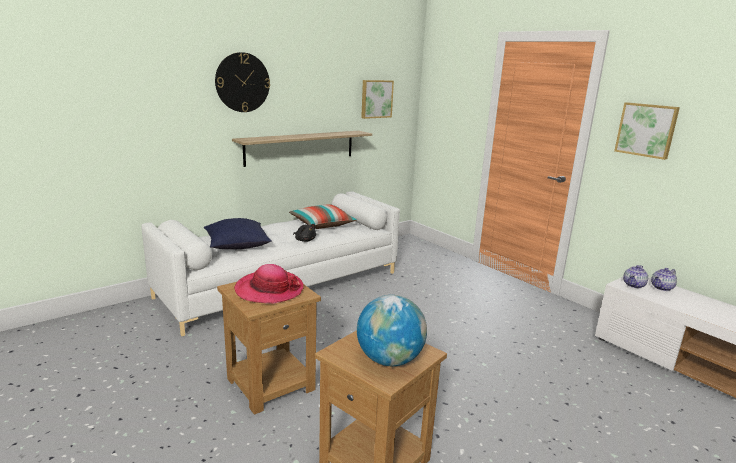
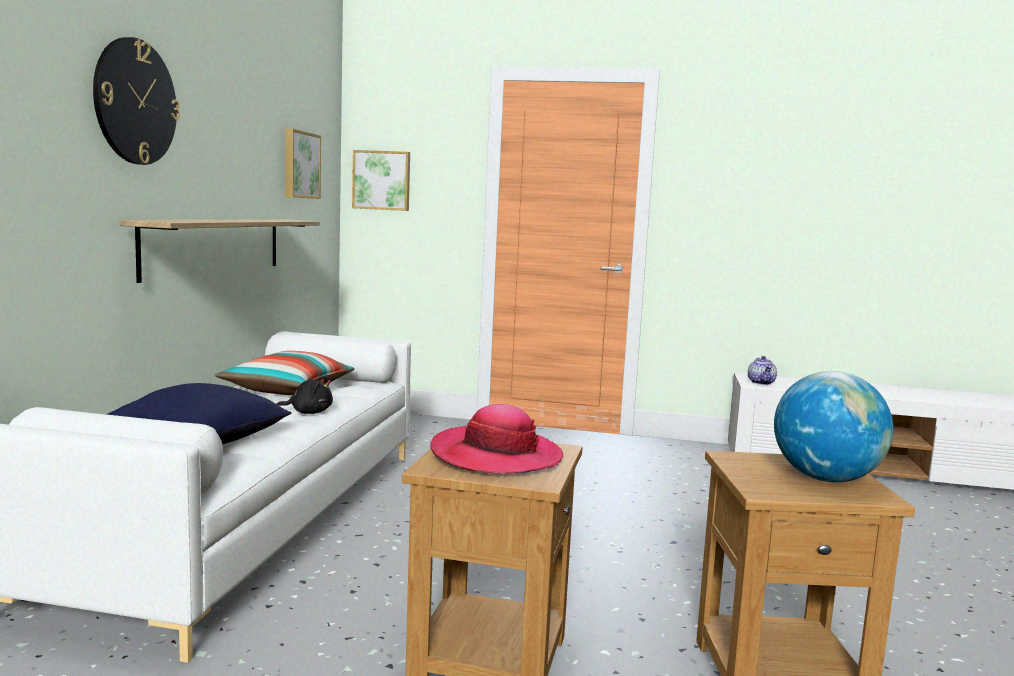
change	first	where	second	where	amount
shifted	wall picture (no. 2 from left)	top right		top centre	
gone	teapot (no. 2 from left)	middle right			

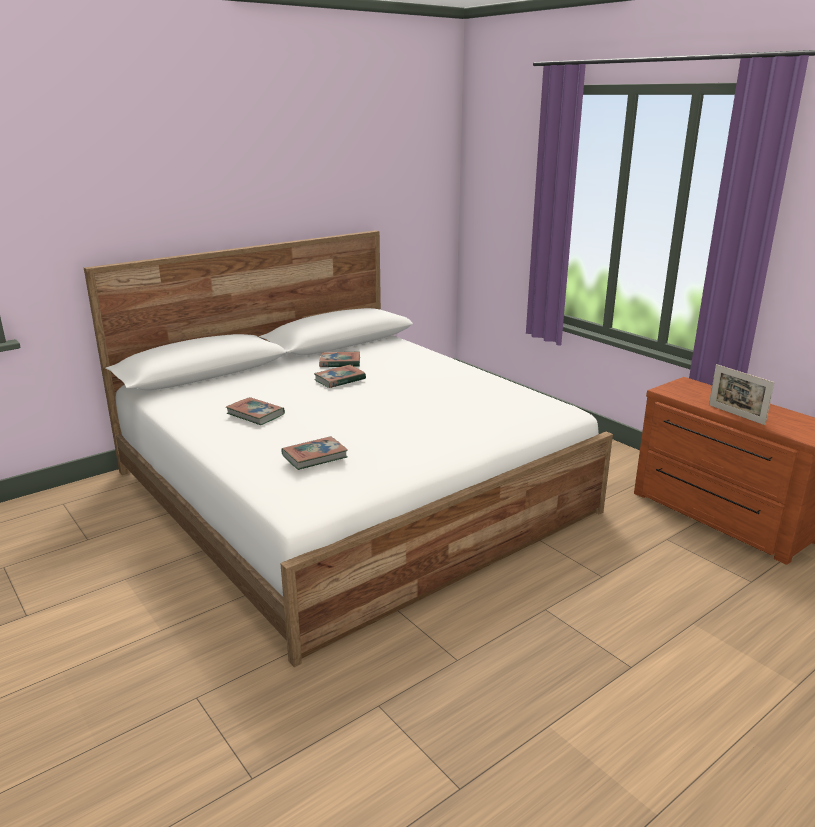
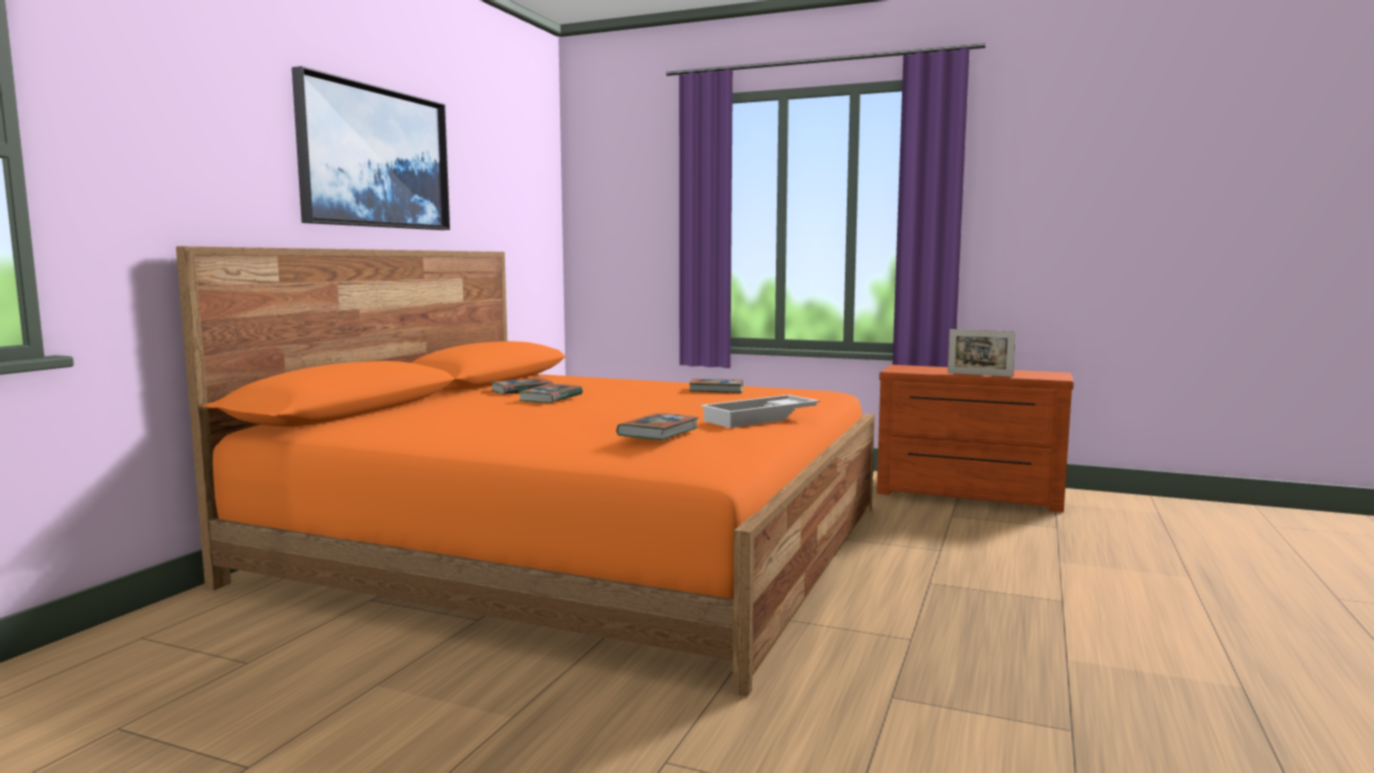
change	first	where	second	where	amount
repainted	whitish sleeping bed	centre	orange sleeping bed	centre	
shifted	bound book (no. 1 from left in the first image)	middle left	bound book (no. 4 from left)	centre	
new			wall picture	top left	
new			whitish tray	centre	

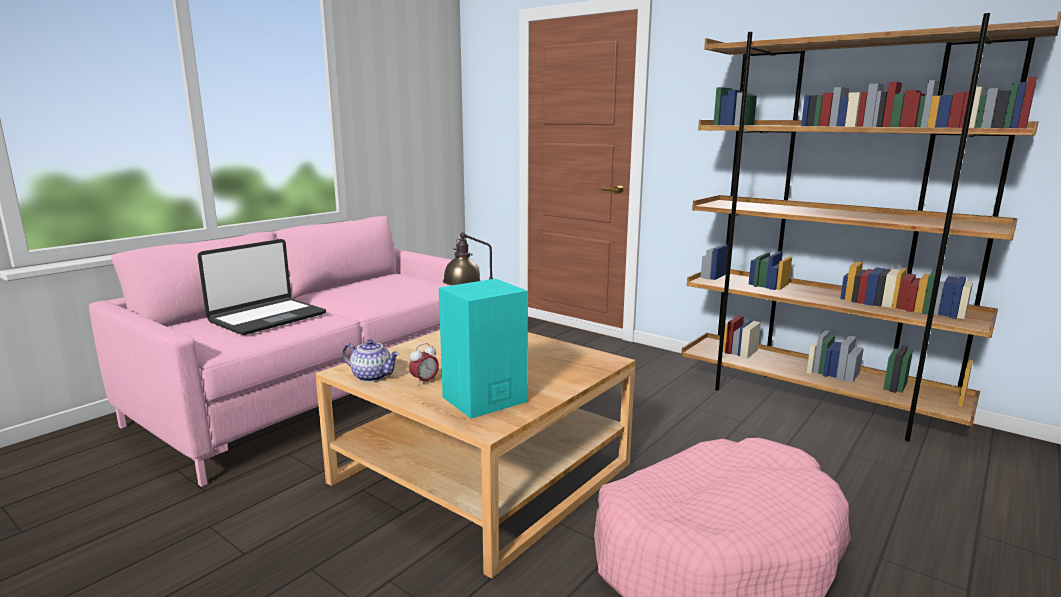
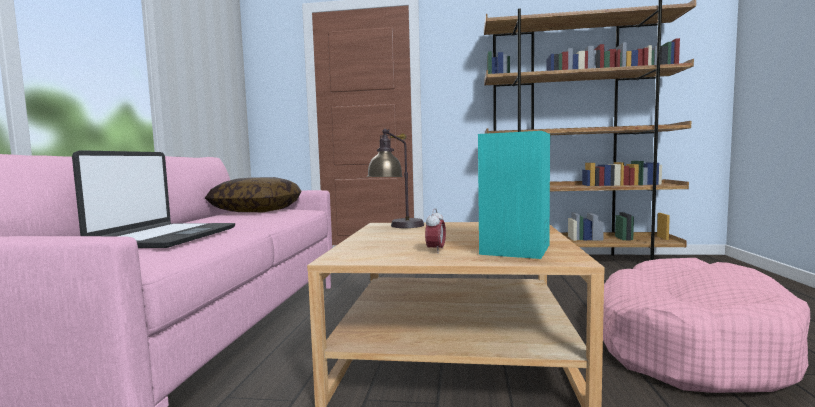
change	first	where	second	where	amount
gone	teapot	centre			
new			cushion	middle left	

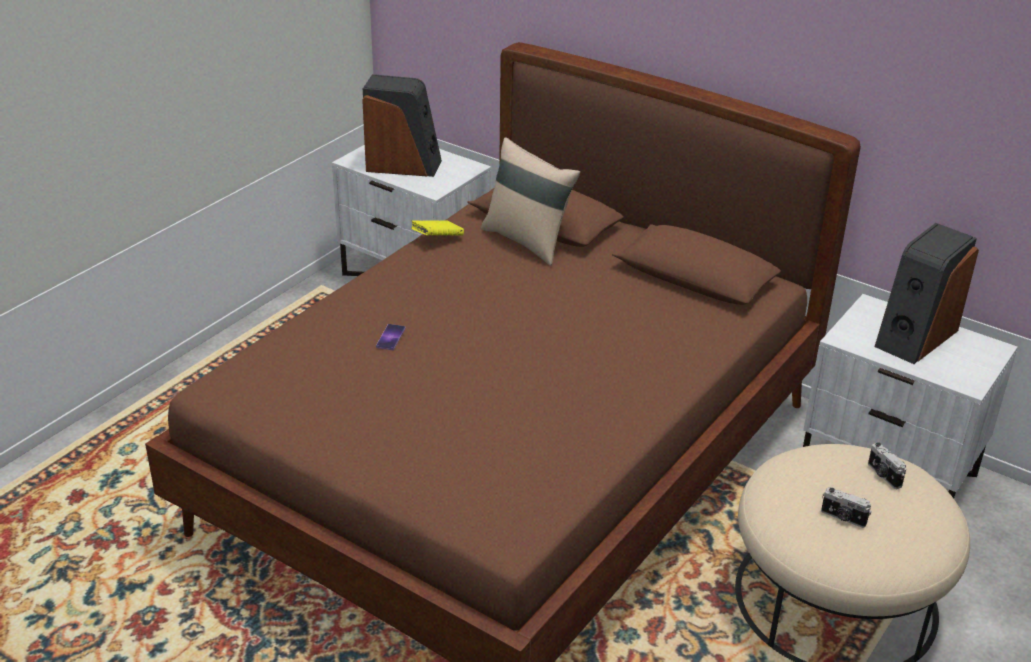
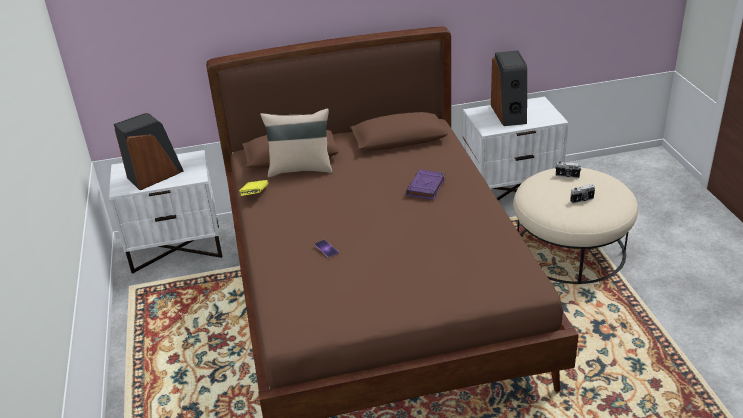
change	first	where	second	where	amount
new			purplish bound book	centre	

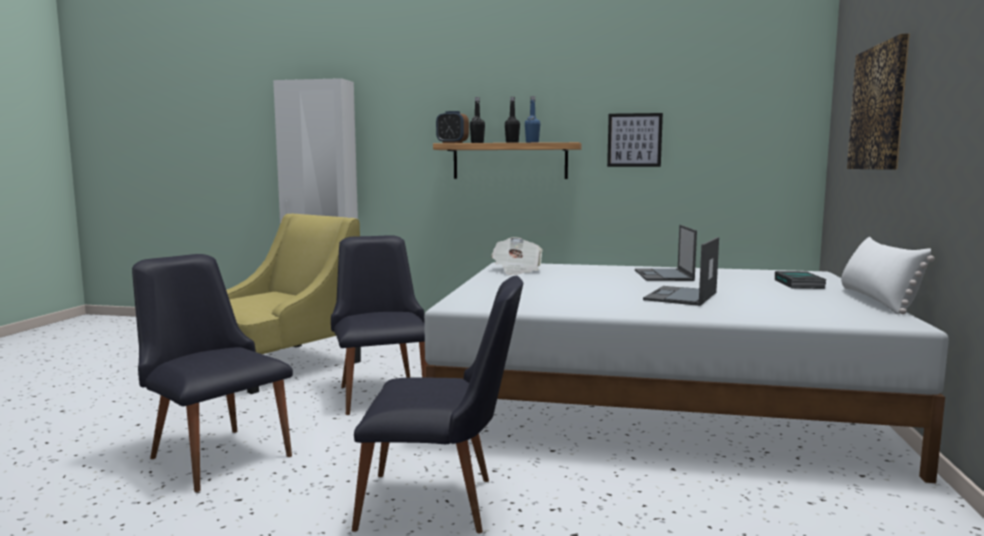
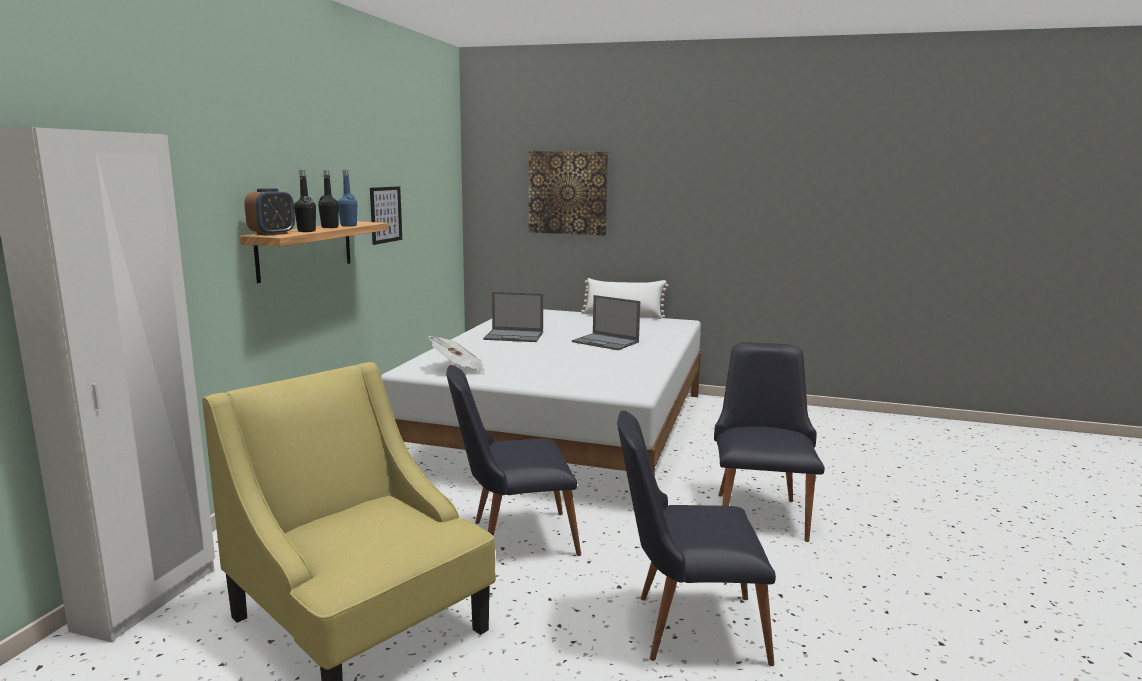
change	first	where	second	where	amount
rotated	black plain chair (no. 1 from left in the first image)	bottom left	black plain chair (no. 2 from left)	bottom centre	45 degrees clockwise
gone	bound book	middle right			

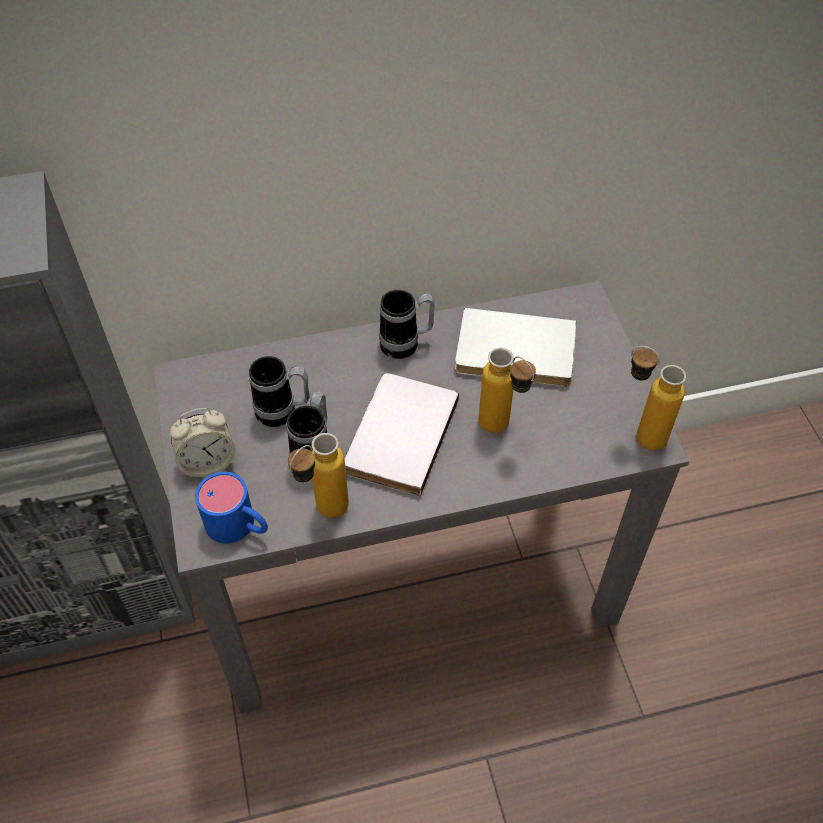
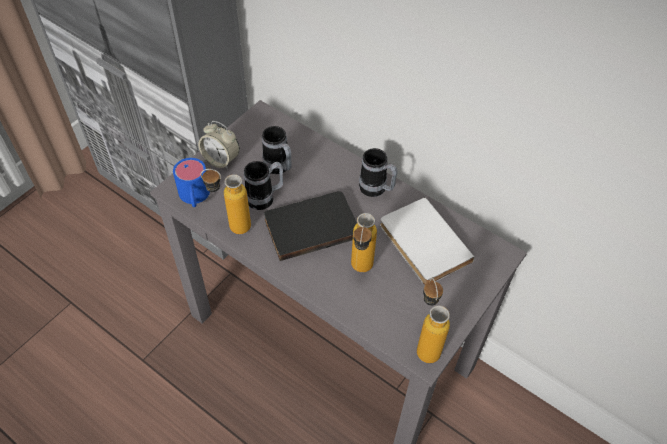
change	first	where	second	where	amount
repainted	whitish bound book (no. 1 from left)	centre	black bound book	centre	

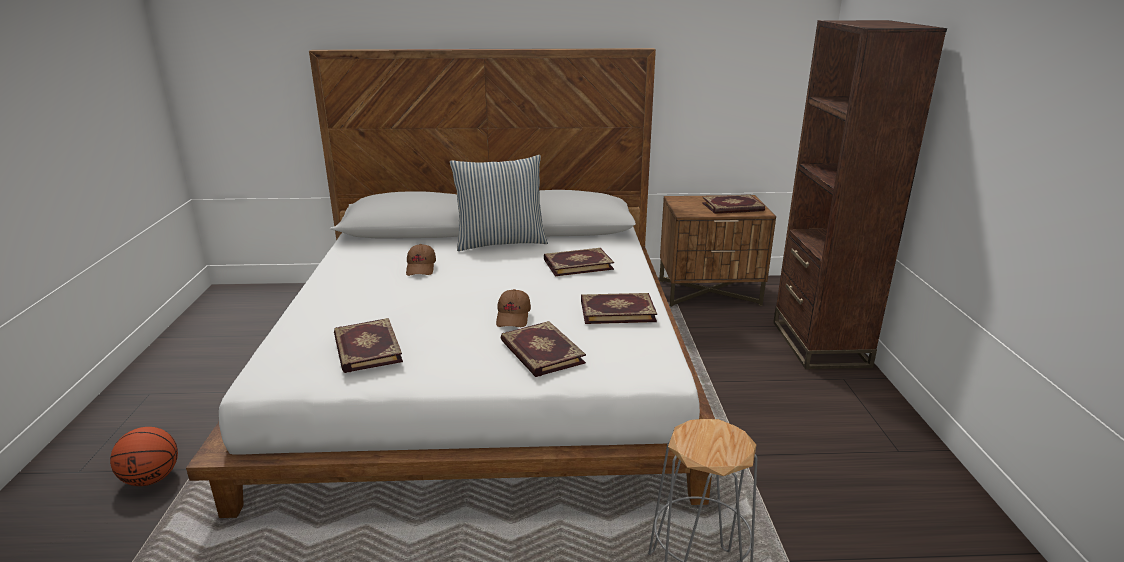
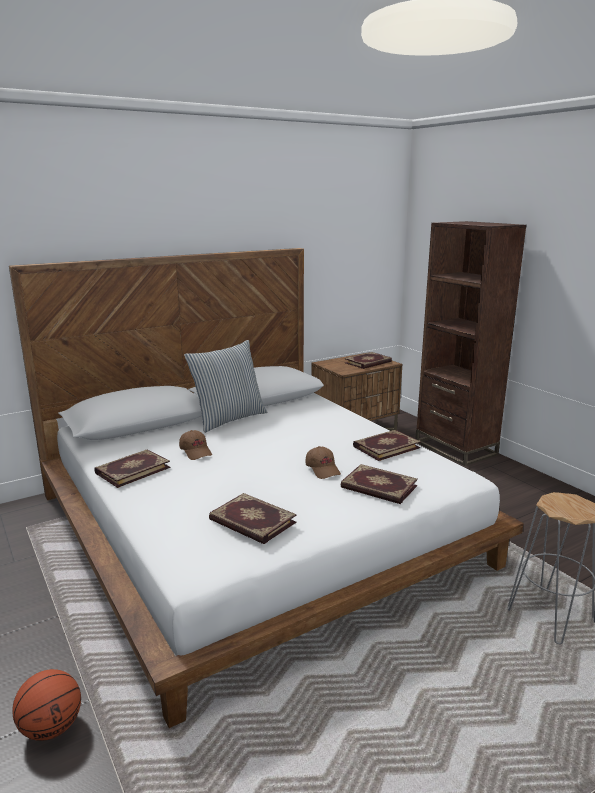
change	first	where	second	where	amount
shifted	bound book (no. 3 from left in the first image)	centre	bound book (no. 1 from left)	middle left	

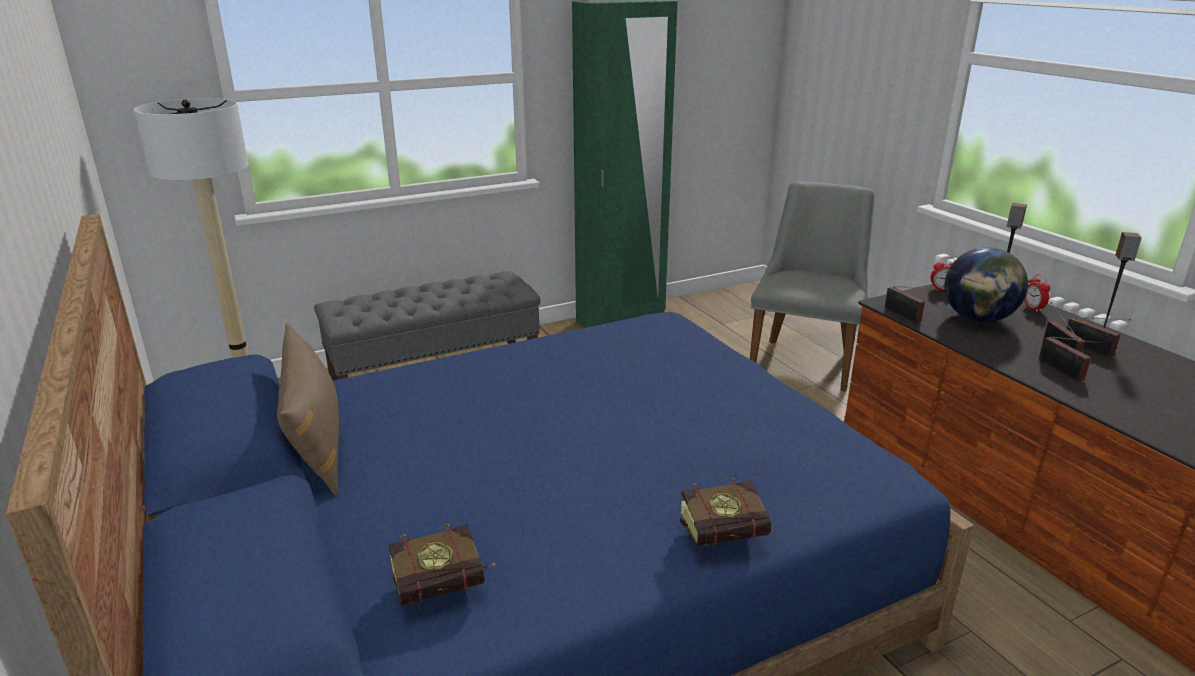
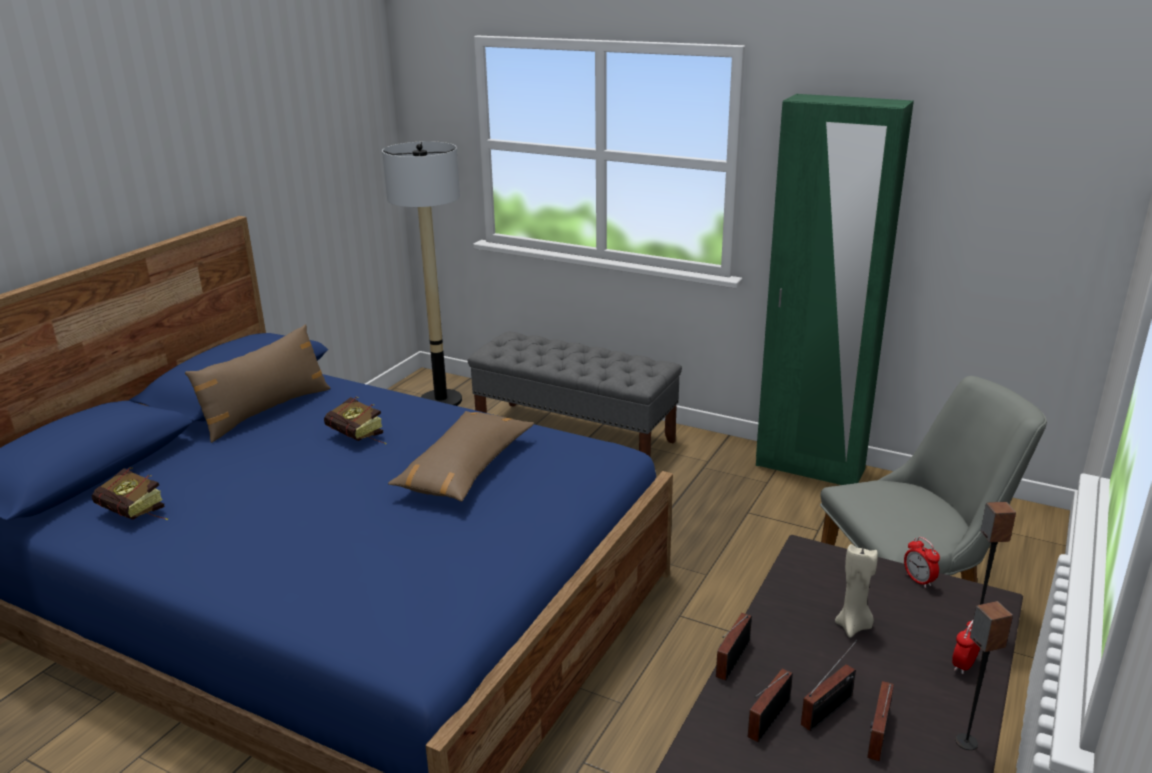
change	first	where	second	where	amount
swapped	globe	middle right	sand-coloured wax candle	bottom right	
shifted	radio (no. 1 from left)	middle right		bottom centre	
shifted	bound book (no. 2 from left)	bottom centre		middle left	
new			brown cushion (no. 2 from left)	centre	

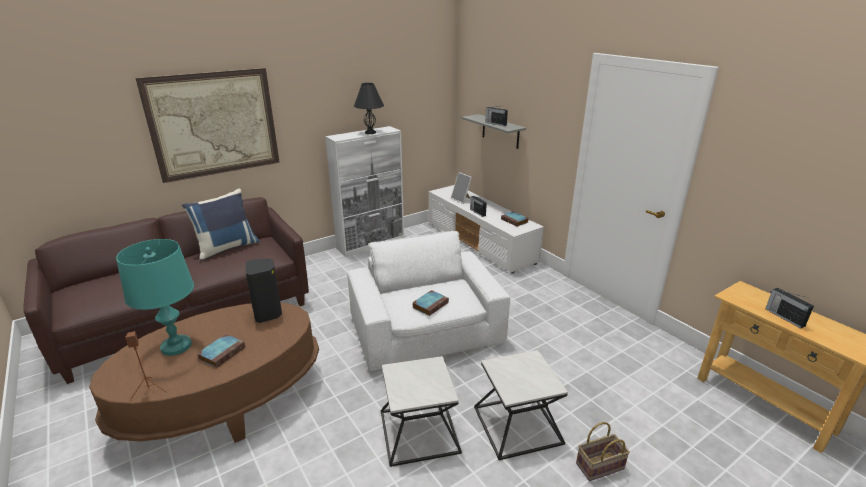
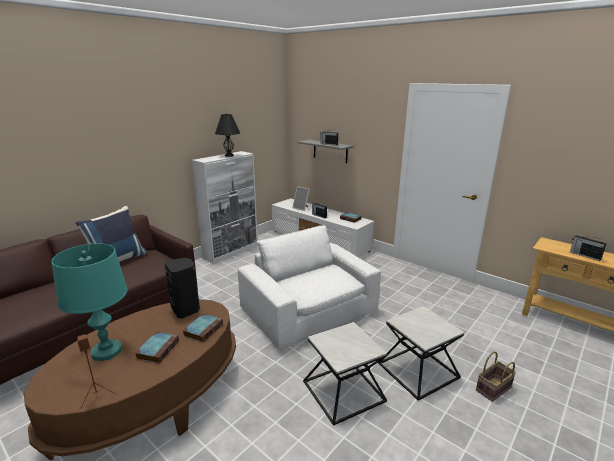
change	first	where	second	where	amount
gone	wall picture	top left			
shifted	bound book (no. 2 from left)	centre		bottom left	

